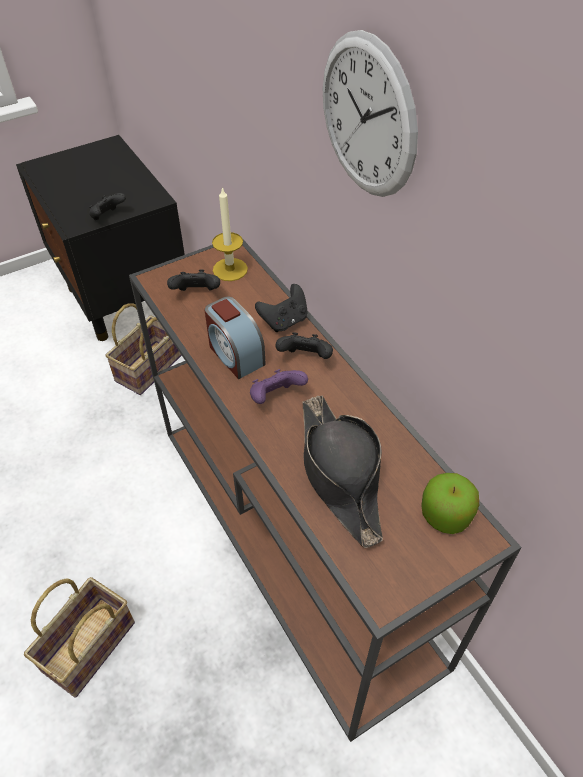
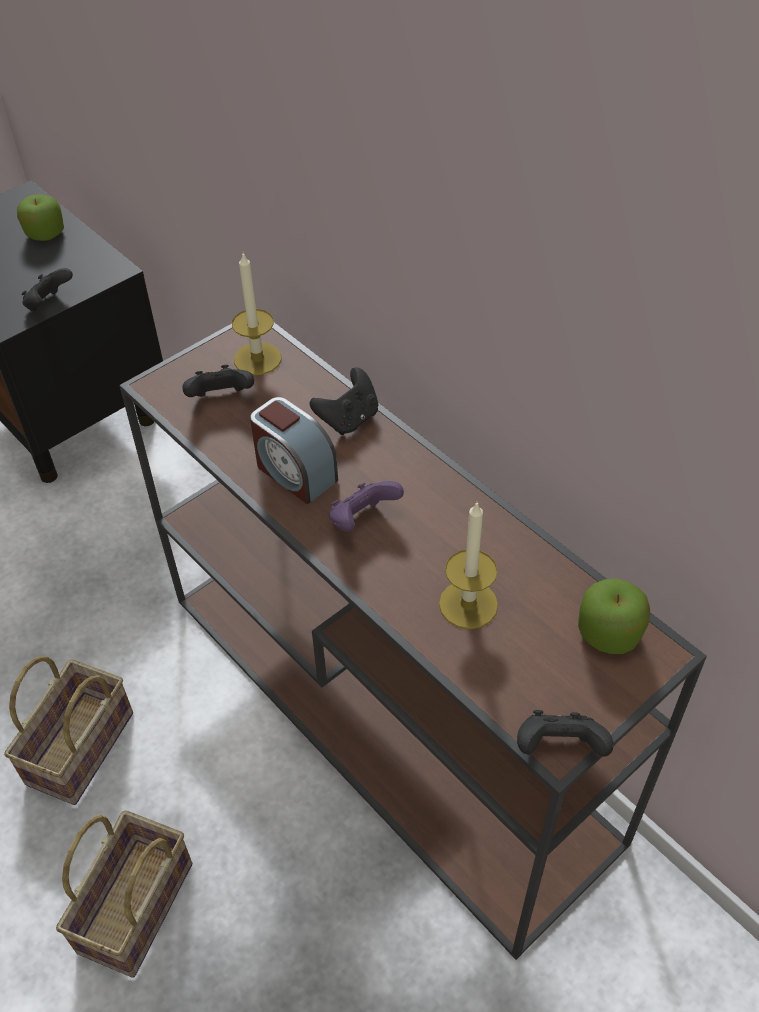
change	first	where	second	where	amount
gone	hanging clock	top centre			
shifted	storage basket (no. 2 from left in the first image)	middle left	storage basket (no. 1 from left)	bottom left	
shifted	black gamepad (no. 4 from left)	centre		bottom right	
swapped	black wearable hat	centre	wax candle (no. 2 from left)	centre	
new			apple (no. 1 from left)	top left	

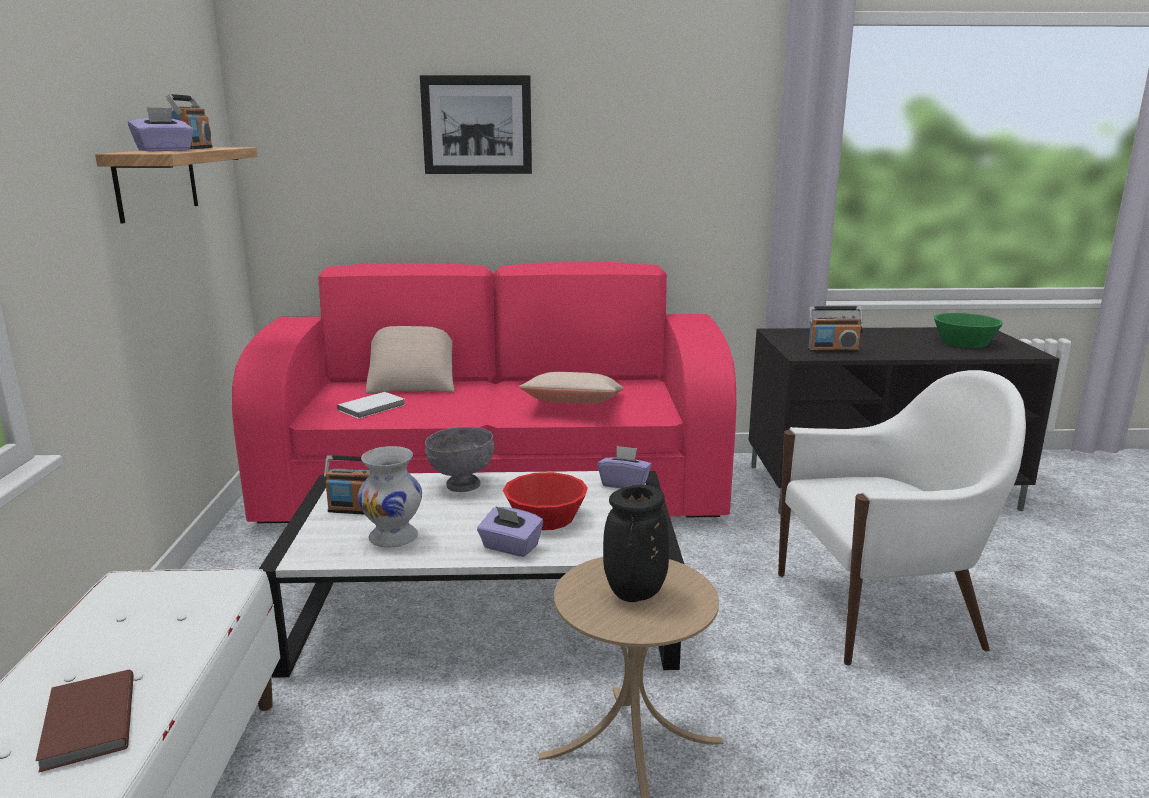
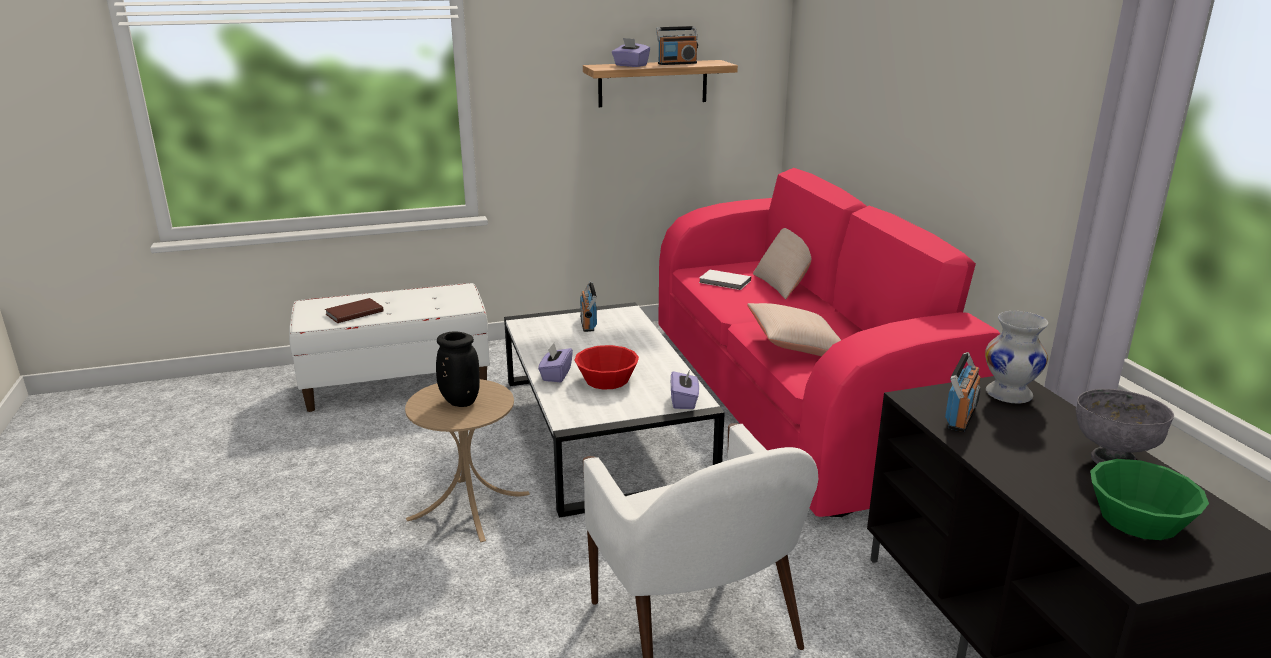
change	first	where	second	where	amount
gone	wall picture	top centre			
rotated	radio (no. 3 from left)	middle right		middle right	135 degrees counterclockwise
shifted	grey deep dish	centre		middle right	
shifted	whitish flower vase	centre		middle right	

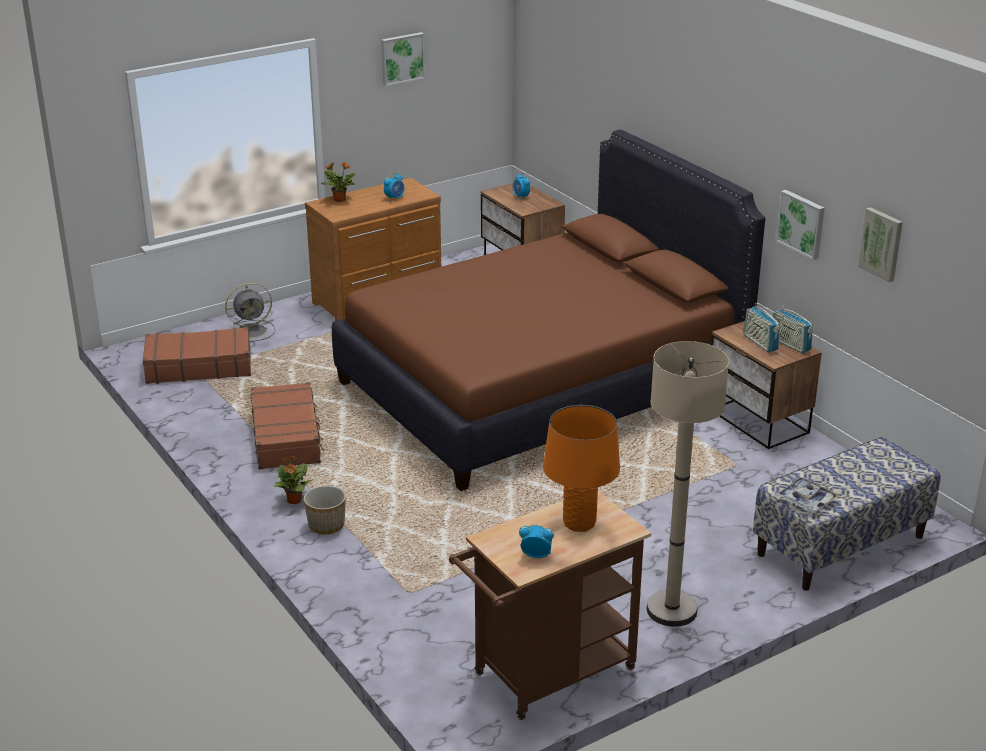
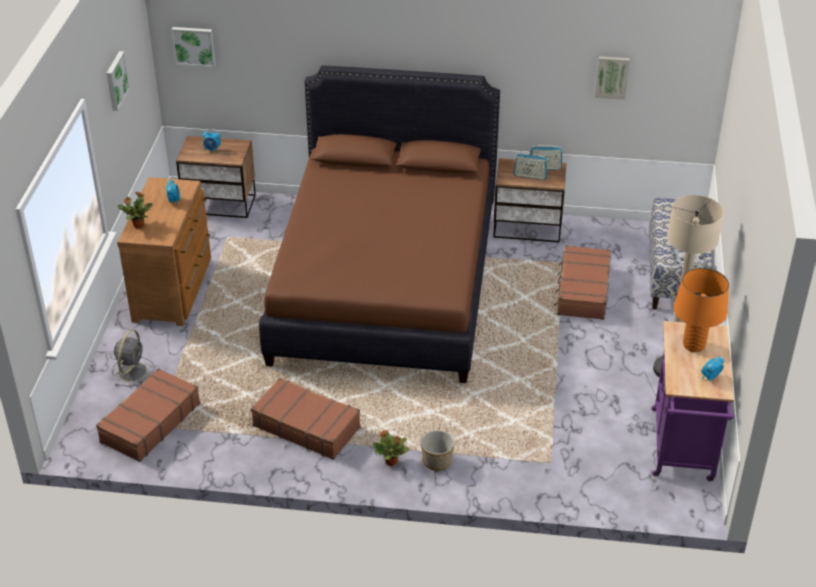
change	first	where	second	where	amount
shifted	wall picture (no. 2 from left)	top right		top left	
repainted	brown wheeled cart	bottom centre	purplish wheeled cart	bottom right	
new			brown suitcase (no. 3 from left)	middle right	

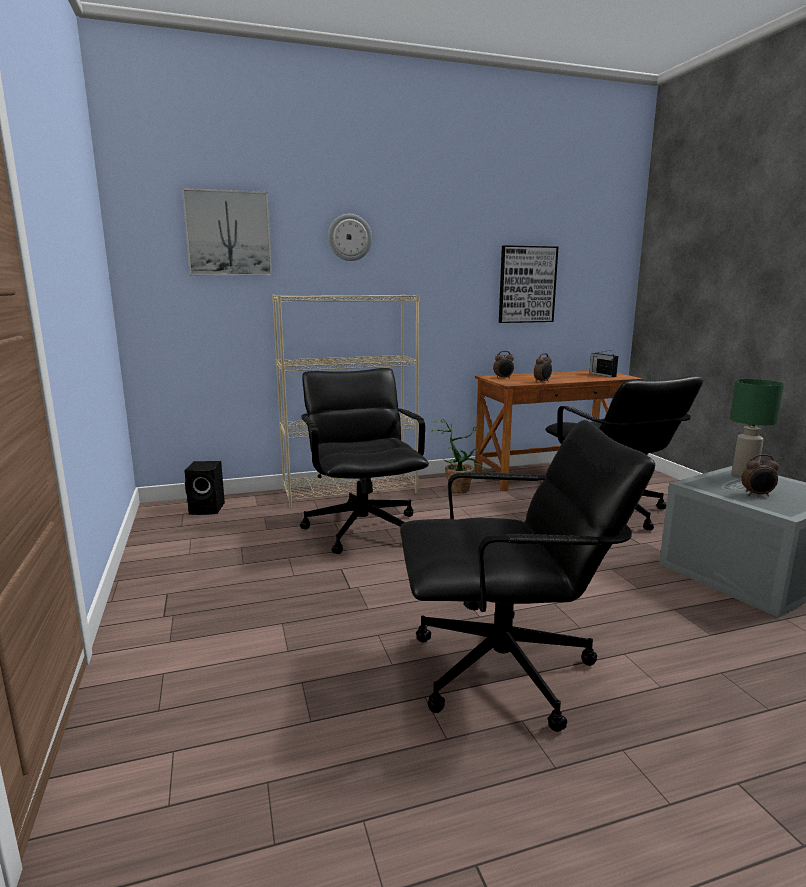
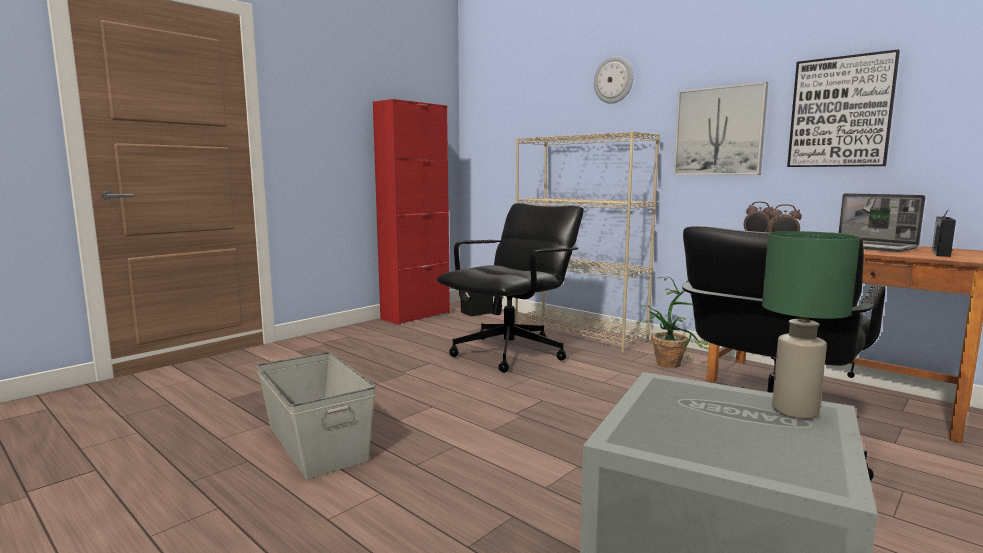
change	first	where	second	where	amount
shifted	wall picture (no. 1 from left)	top left		top right	
swapped	black computer chair (no. 2 from left)	centre	grey storage container (no. 1 from left)	bottom left	
gone	alarm clock (no. 3 from left)	middle right			
new			red storage cabinet	centre	
new			portable computer	middle right	

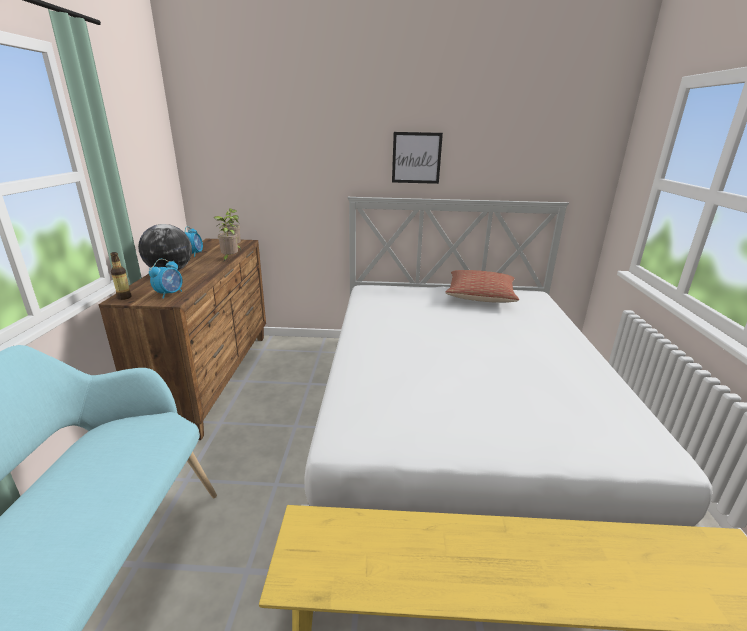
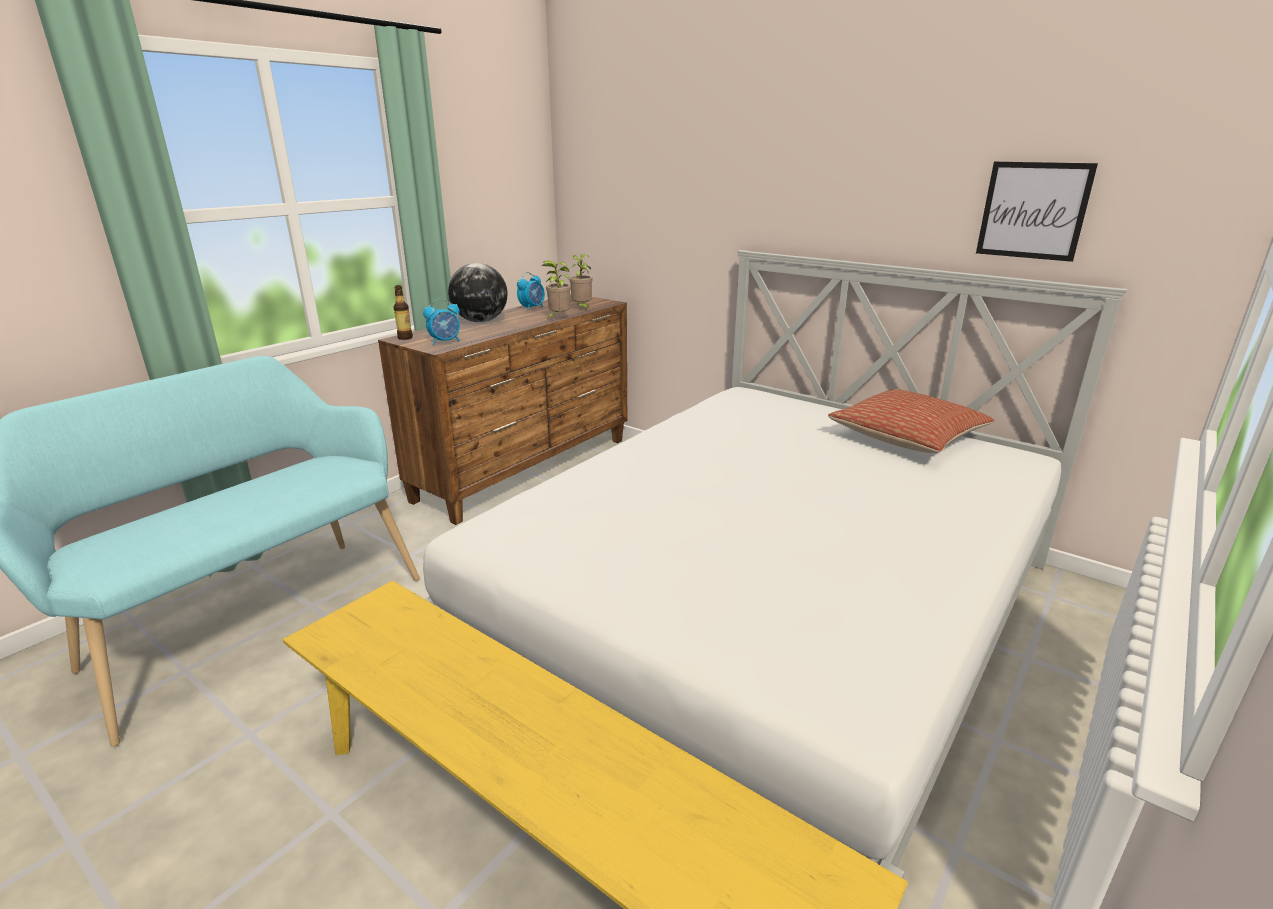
change	first	where	second	where	amount
shifted	wall picture	top centre		top right	

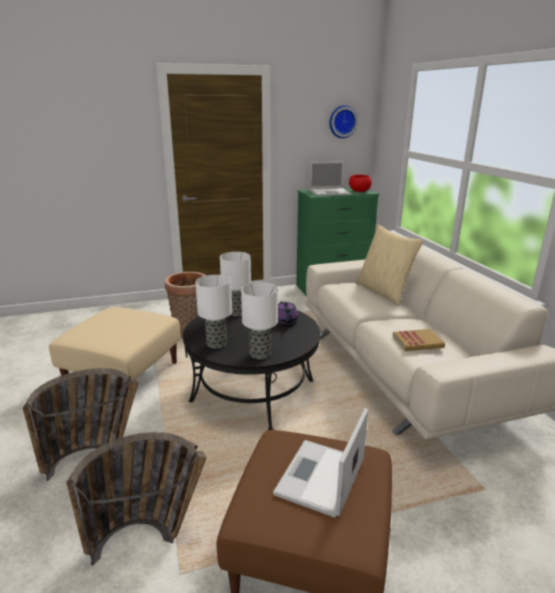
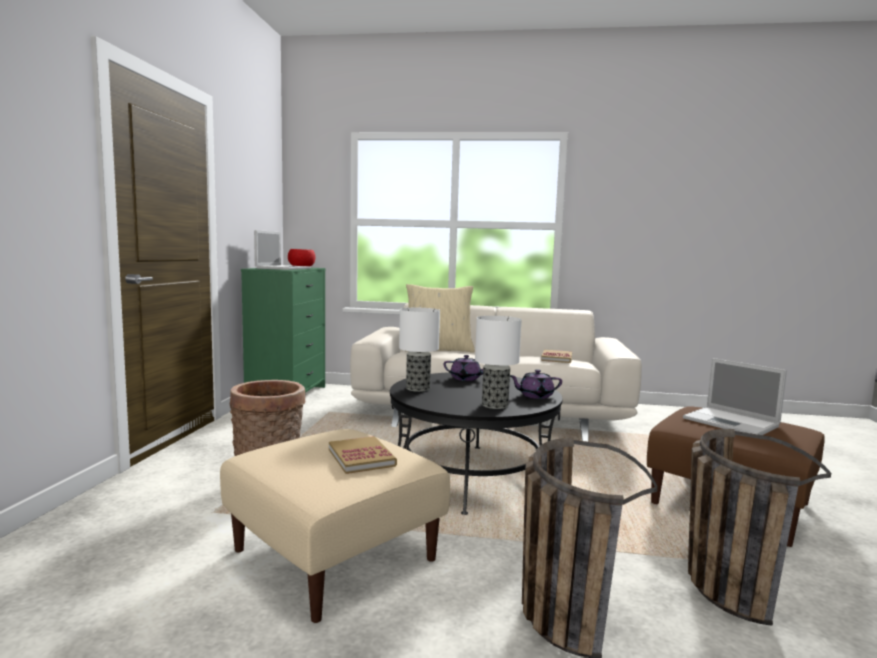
change	first	where	second	where	amount
gone	hanging clock	top centre			
swapped	lamp for a table (no. 3 from left)	centre	purplish teapot (no. 2 from left)	centre	
new			bound book (no. 1 from left)	bottom centre	

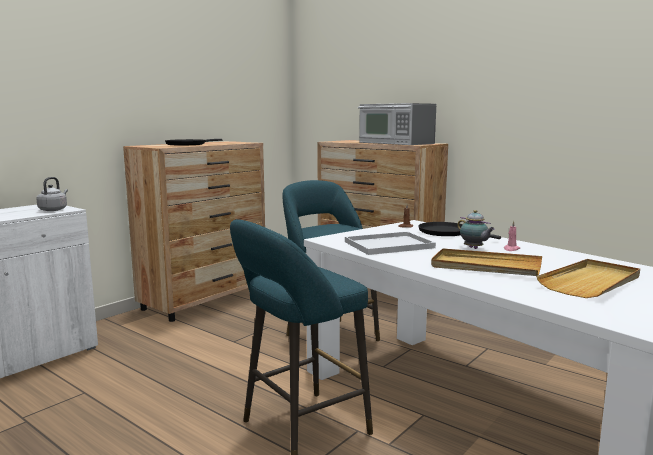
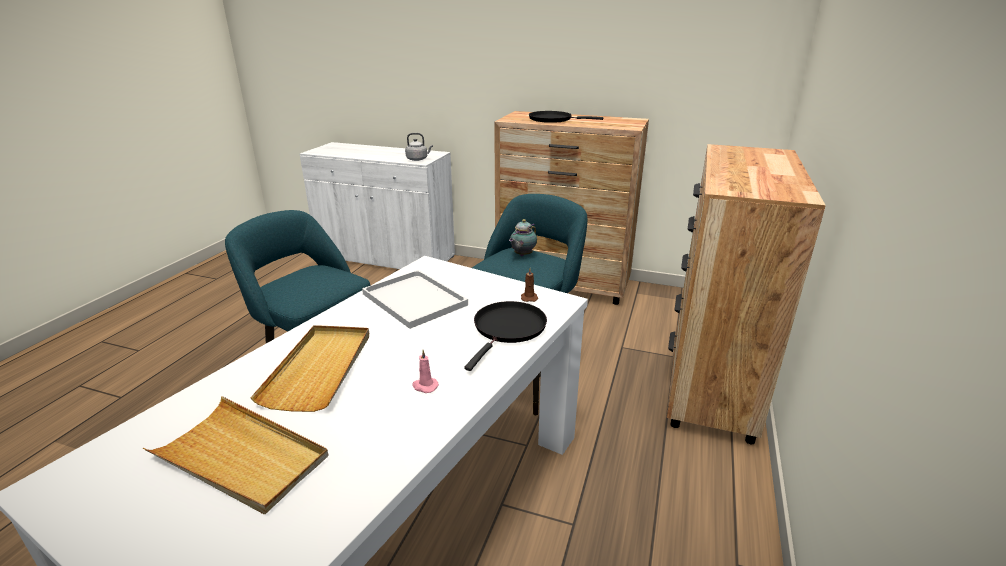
change	first	where	second	where	amount
gone	kitchen microwave	top centre			
shifted	teapot	middle right		centre	

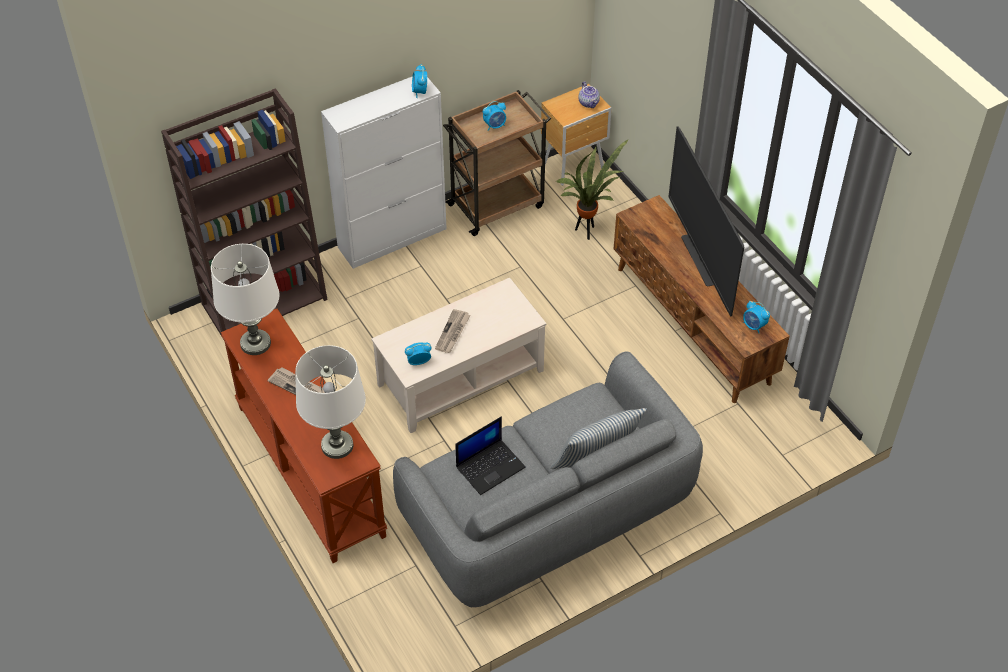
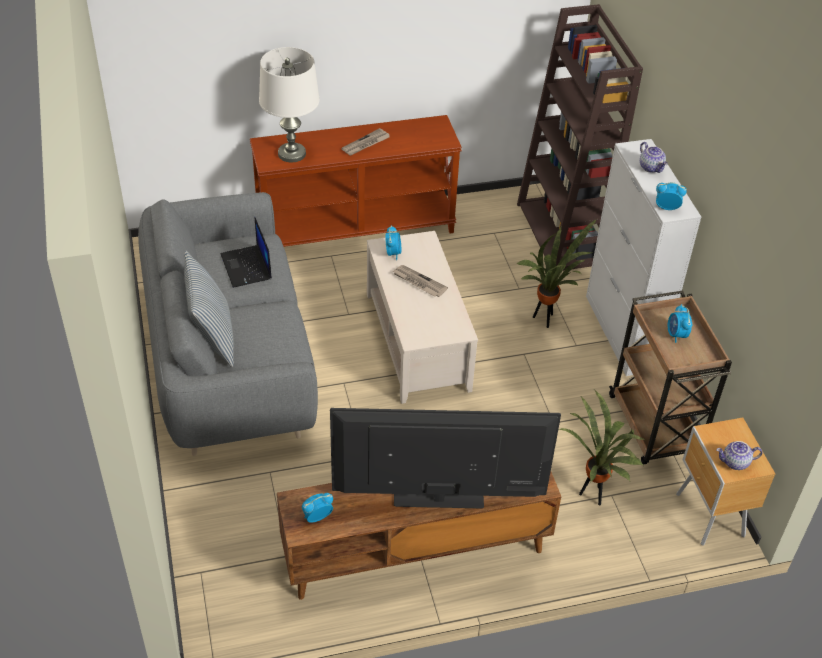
change	first	where	second	where	amount
gone	whitish lamp for a table (no. 1 from left)	middle left			
new			teapot (no. 1 from left)	top right	
new			houseplant (no. 1 from left)	middle right	

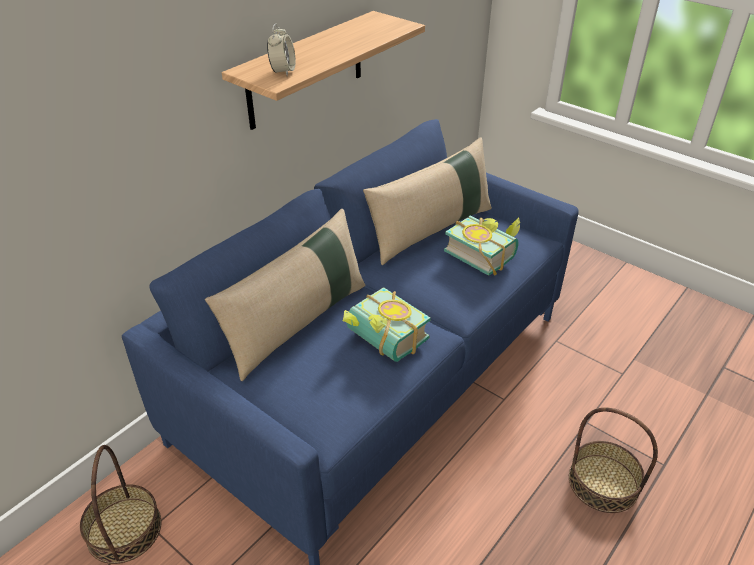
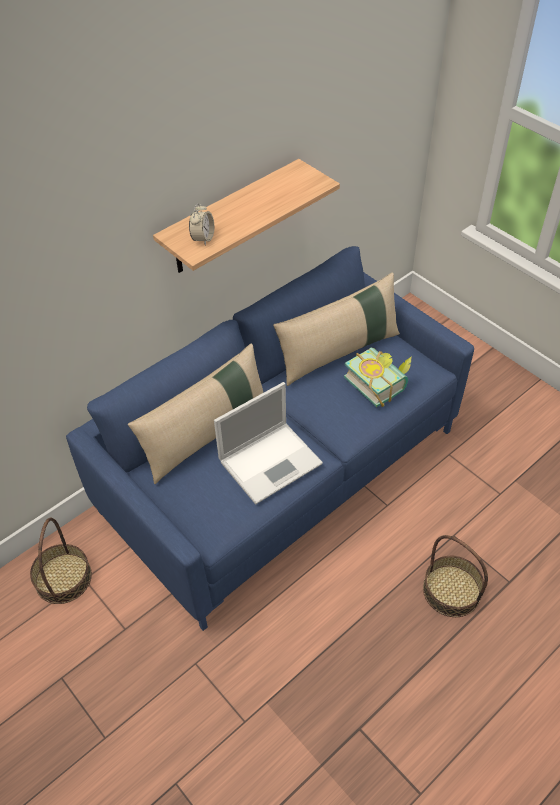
change	first	where	second	where	amount
swapped	bound book (no. 1 from left)	centre	portable computer	centre	

